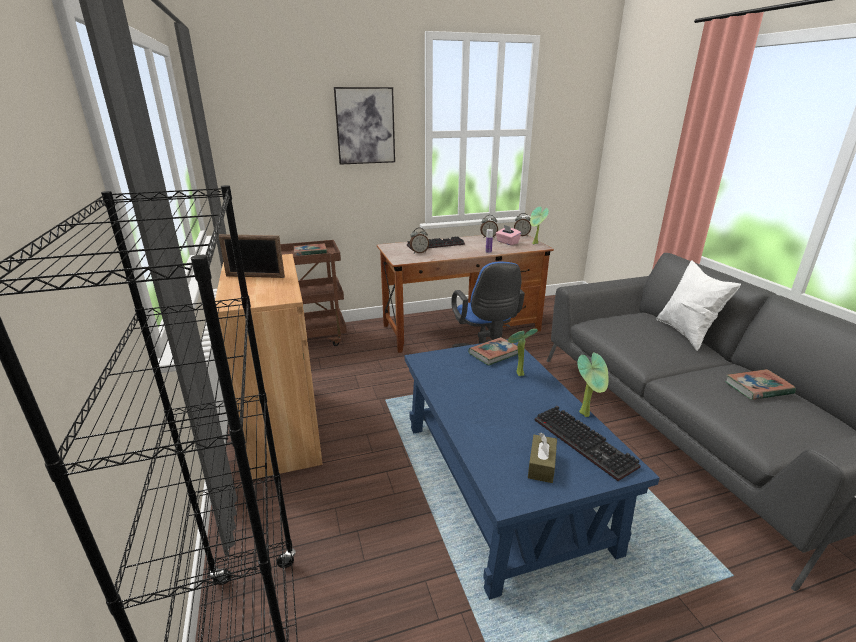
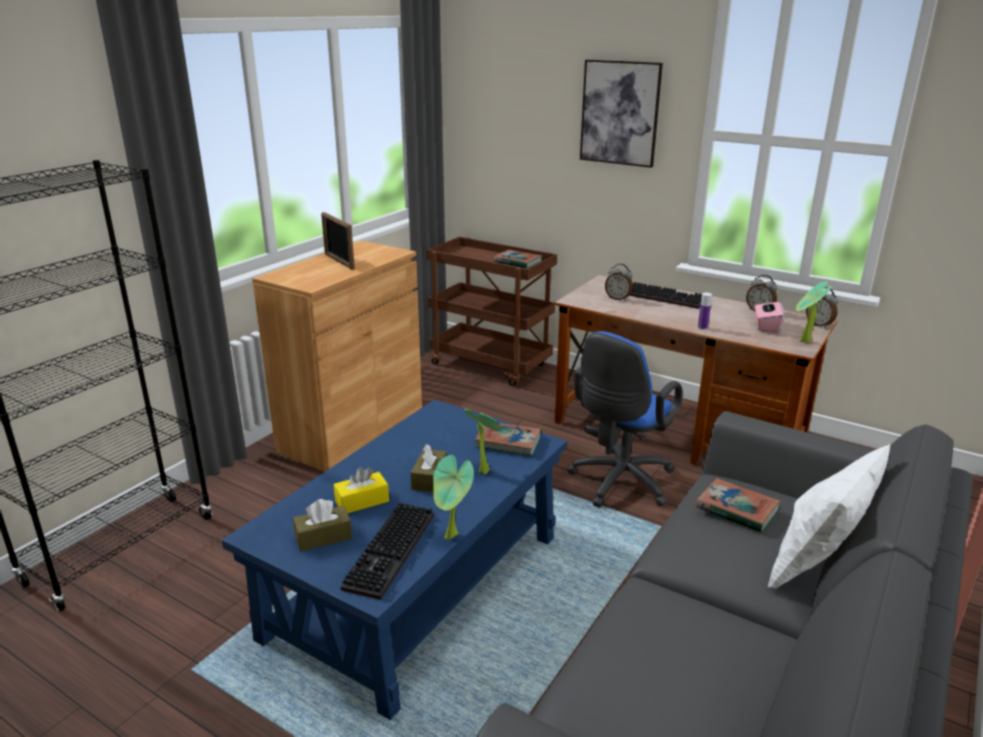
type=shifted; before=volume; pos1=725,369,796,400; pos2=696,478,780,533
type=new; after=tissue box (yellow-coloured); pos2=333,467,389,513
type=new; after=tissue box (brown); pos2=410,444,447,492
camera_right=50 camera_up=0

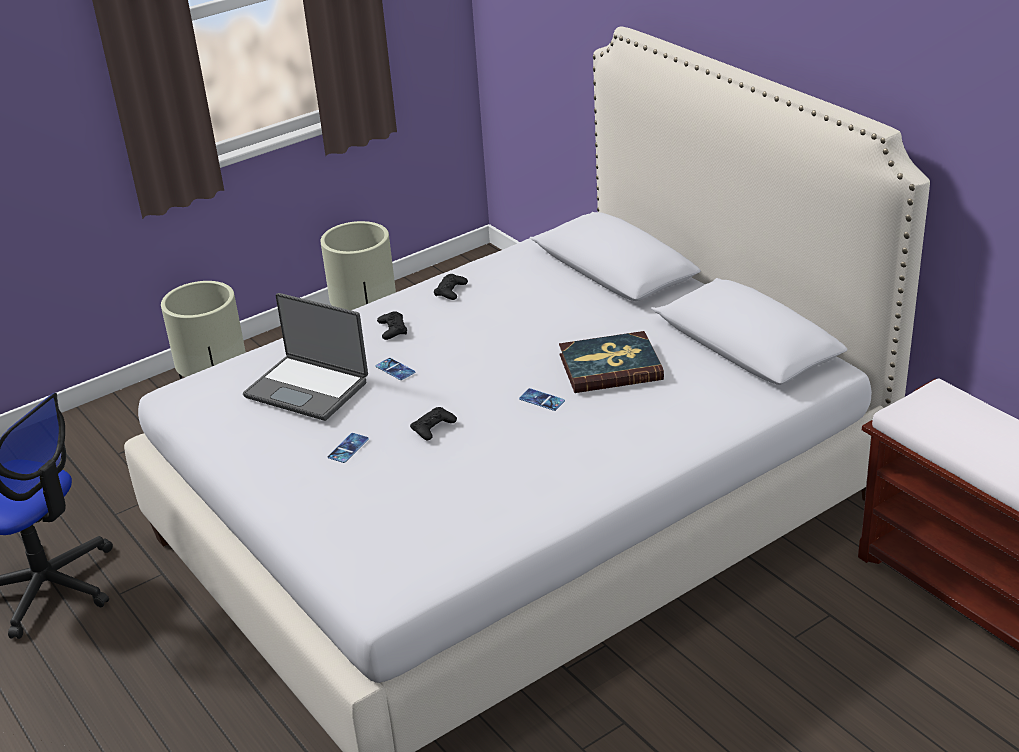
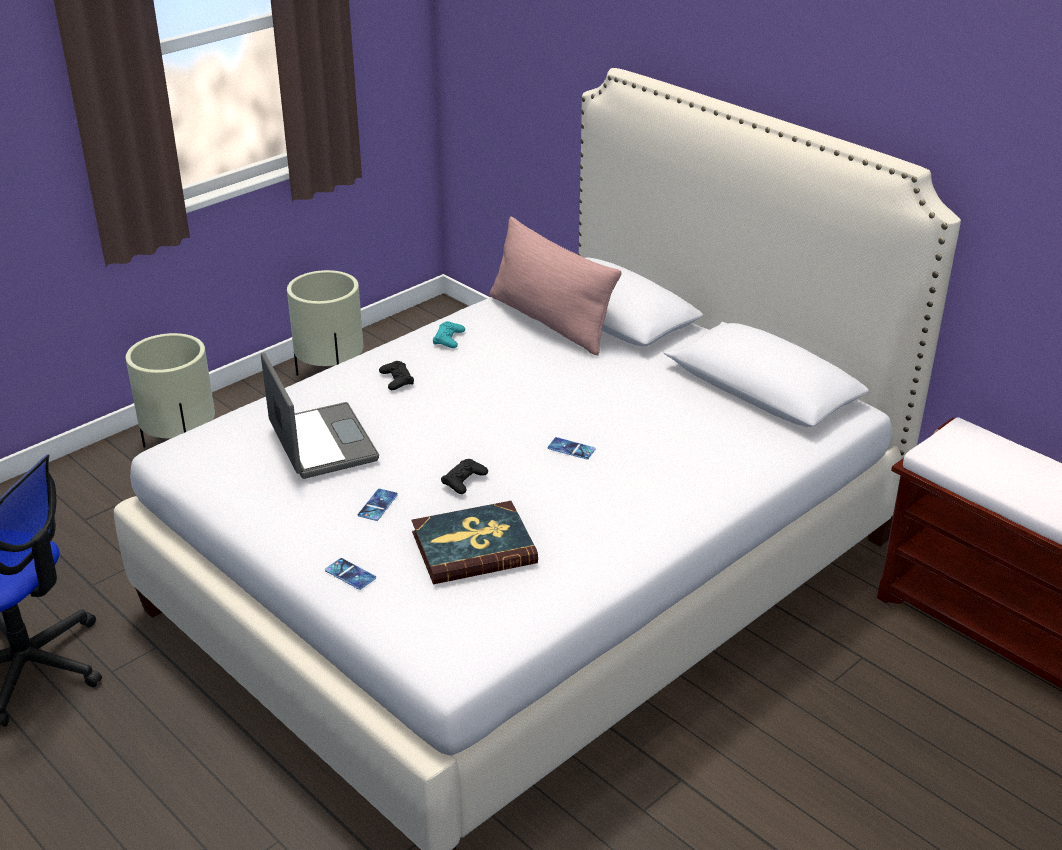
type=rotated; before=laptop; pos1=243,293,368,421; pos2=261,353,379,479; turn=-135
type=shifted; before=handset; pos1=376,358,415,380; pos2=325,558,376,590
type=repainted; before=joypad (black-coloured); after=joypad (turquoise-coloured); pos1=434,274,468,300; pos2=433,321,465,348
type=shifted; before=volume; pos1=559,331,664,393; pos2=412,501,538,584
type=new; after=cushion (pink); pos2=490,217,622,355
camera_right=-10 camera_up=0

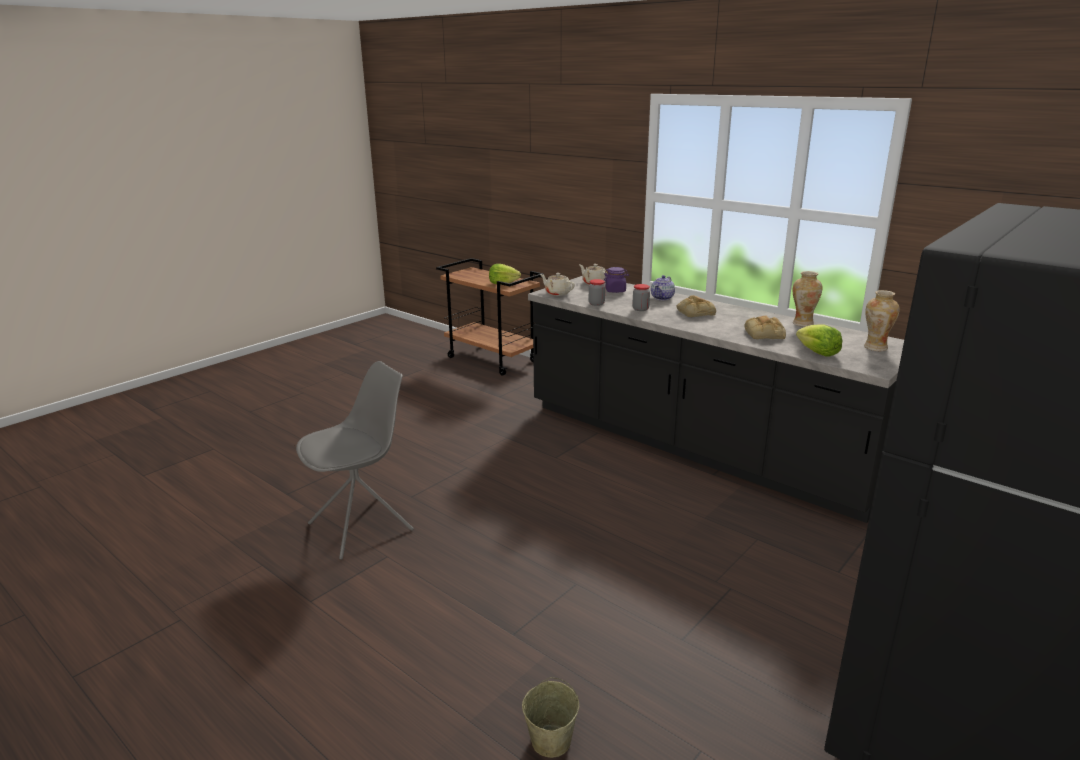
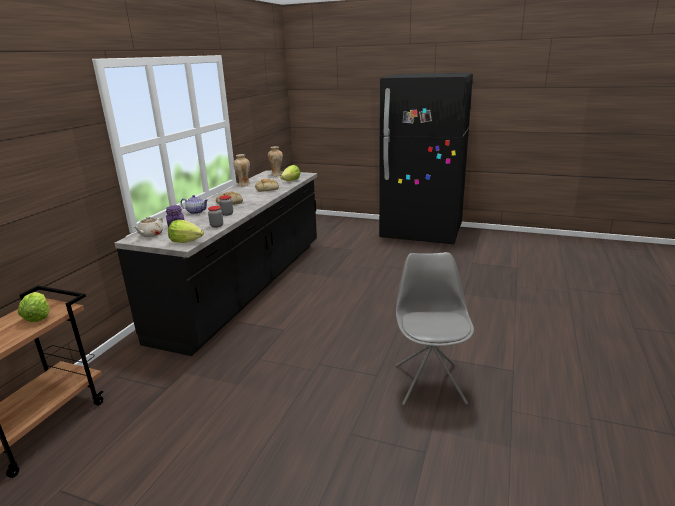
type=rotated; before=upright chair (grey); pos1=296,361,414,559; pos2=396,252,474,405; turn=60
type=gone; before=bucket (beige-coloured); pos1=522,677,579,758
type=swapped; before=teapot (beige-coloured); after=lettuce; pos1=540,273,575,296; pos2=168,220,204,243
camera_right=-110 camera_up=0

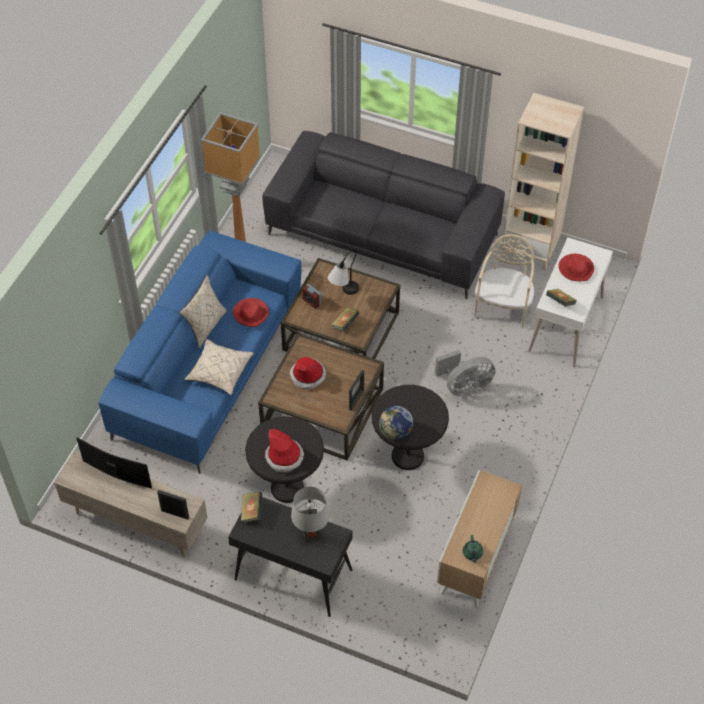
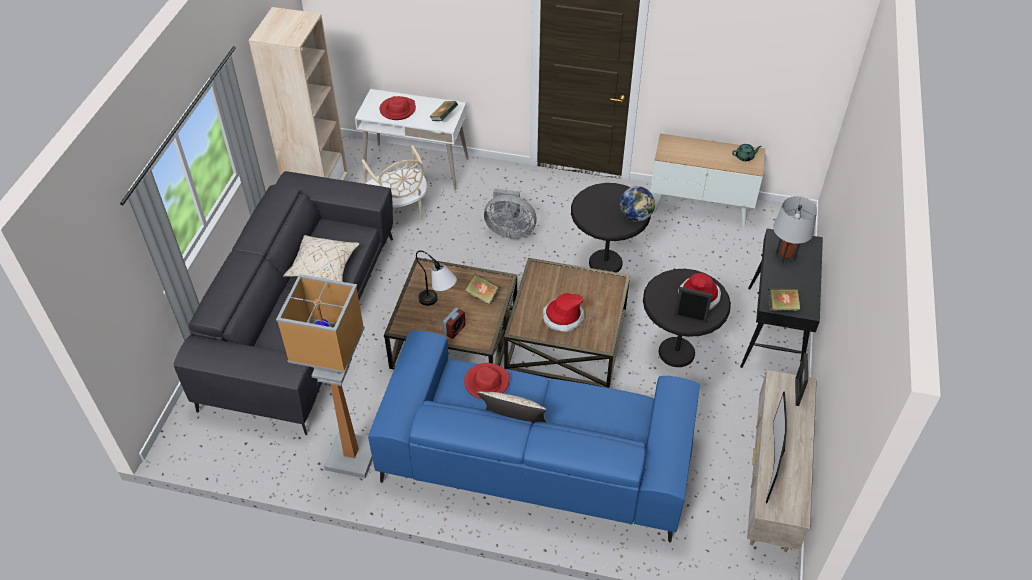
type=shifted; before=cushion (beige-coloured); pos1=184,339,254,395; pos2=283,235,360,282
type=shifted; before=photo frame; pos1=349,370,364,411; pos2=674,287,712,323
type=rotated; before=cooling fan (grey); pos1=435,350,495,397; pos2=484,188,537,239; turn=135
type=rotated; before=upright chair (beige-coloured); pos1=474,234,534,328; pos2=362,145,427,229; turn=-120
camera_right=-100 camera_up=-5

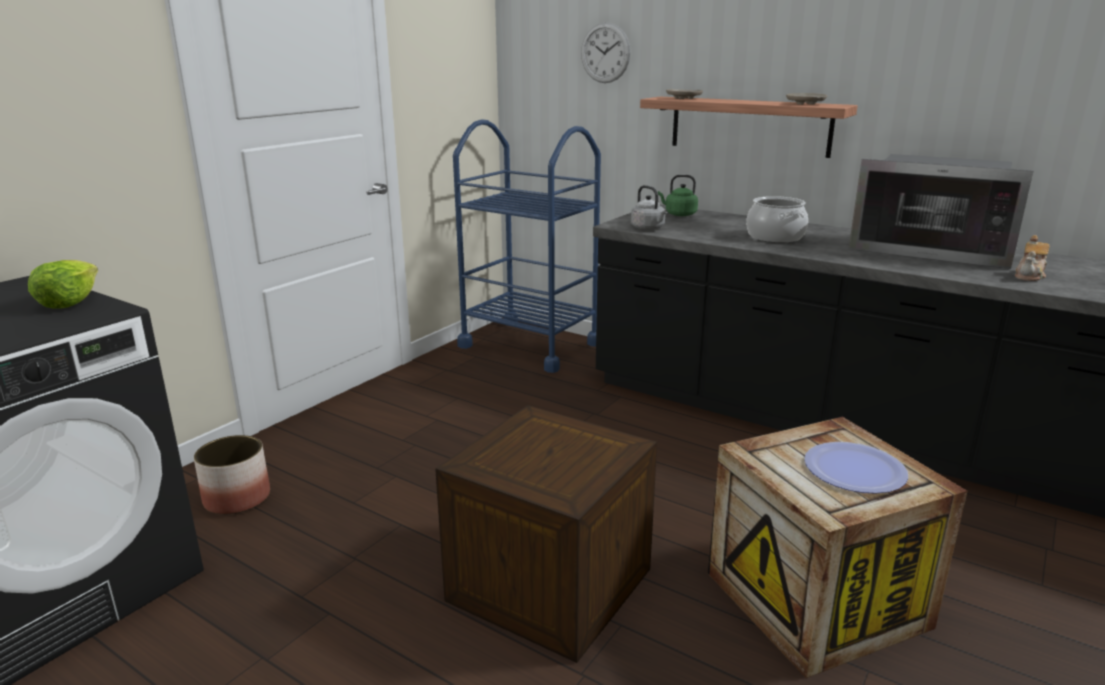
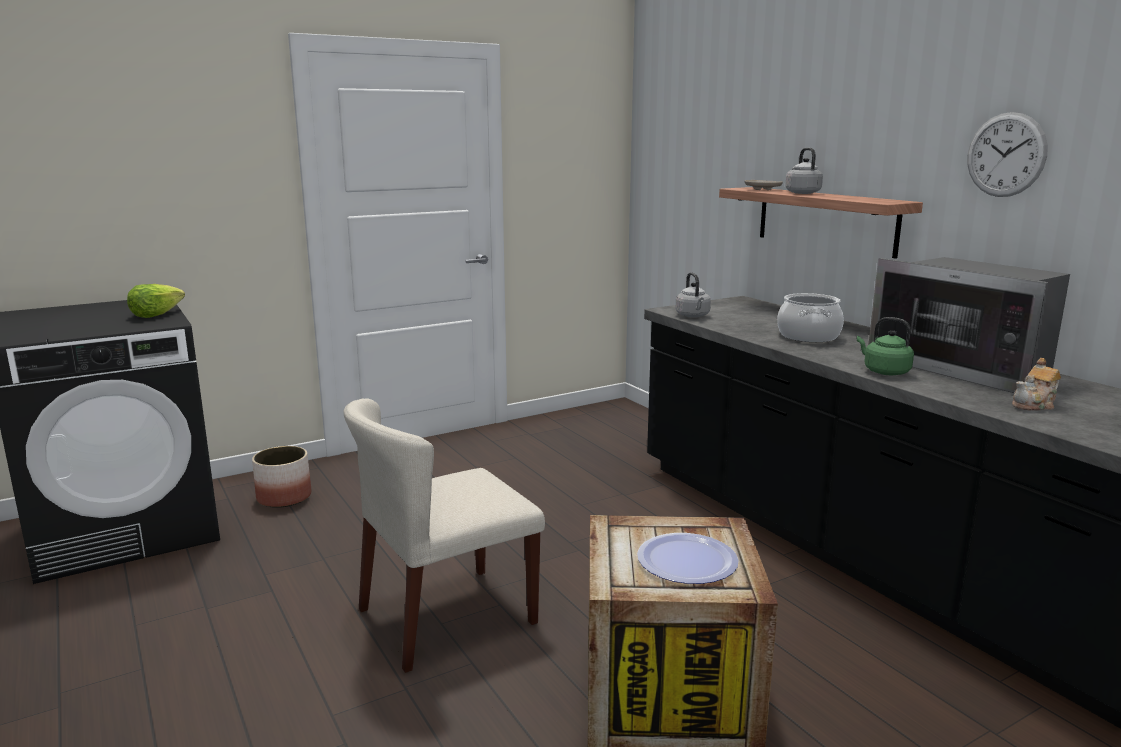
type=swapped; before=crate; after=upright chair (beige-coloured); pos1=435,405,657,663; pos2=343,398,545,673
type=gone; before=wheeled cart (blue-coloured); pos1=453,119,601,373
type=shifted; before=wall clock; pos1=581,22,631,83; pos2=967,112,1048,197
type=shifted; before=tea kettle (greenish); pos1=658,175,698,216; pos2=857,317,914,375
type=gone; before=plate (beige-coloured); pos1=786,93,827,105
type=new; after=tea kettle (grey); pos2=785,148,823,194
camera_right=25 camera_up=-5

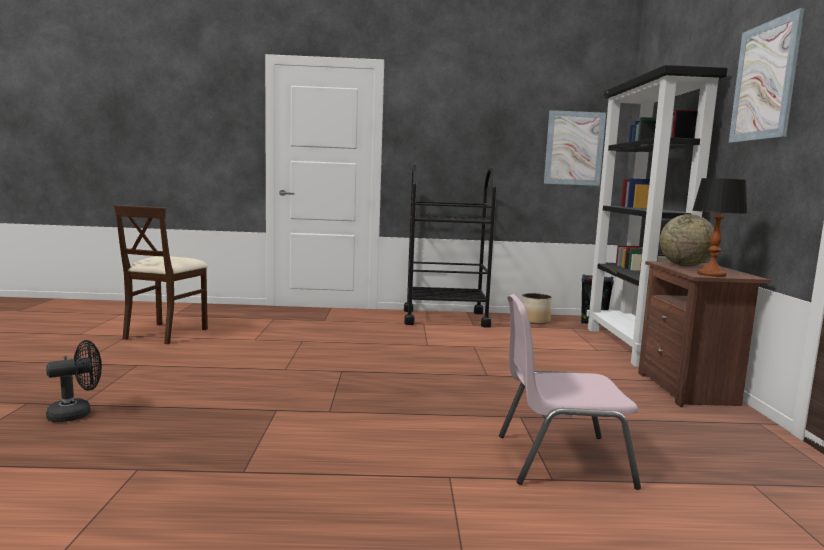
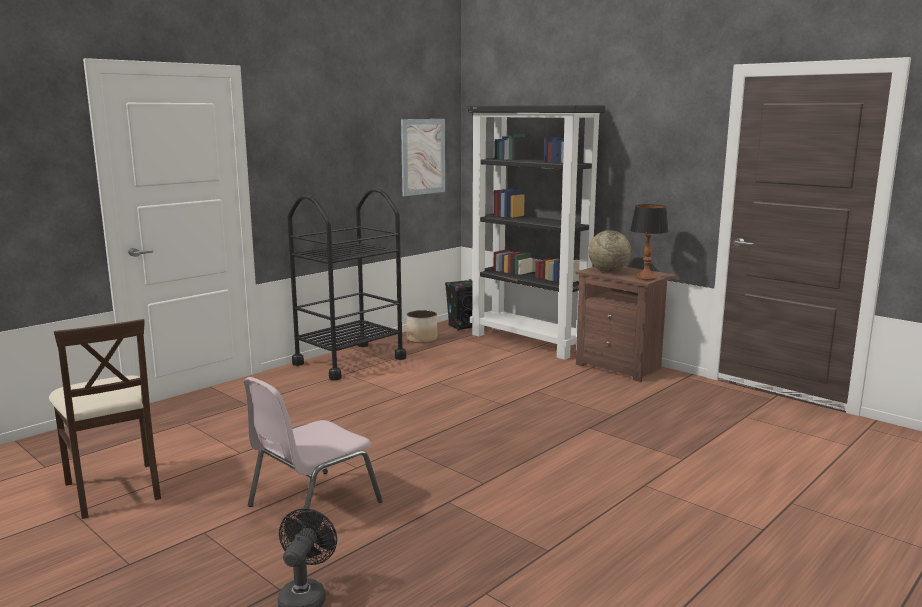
type=shifted; before=upright chair (pink); pos1=499,294,641,490; pos2=244,377,383,527
type=gone; before=picture; pos1=729,8,804,143
camera_right=-45 camera_up=5

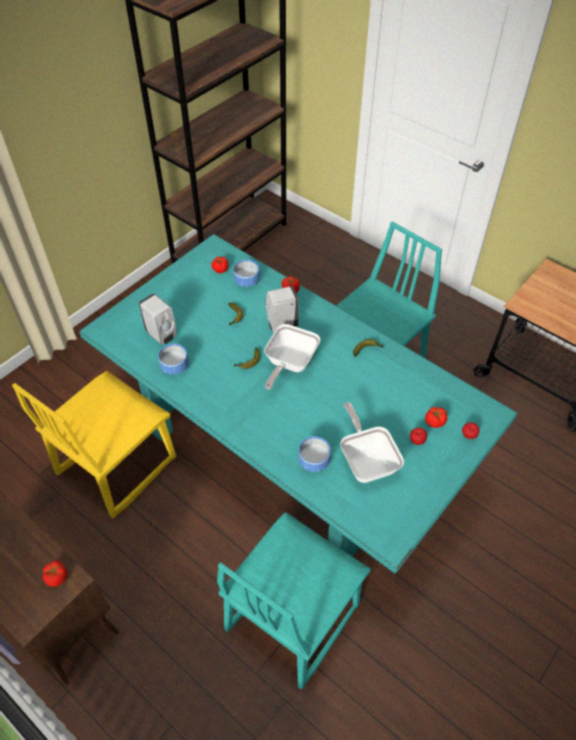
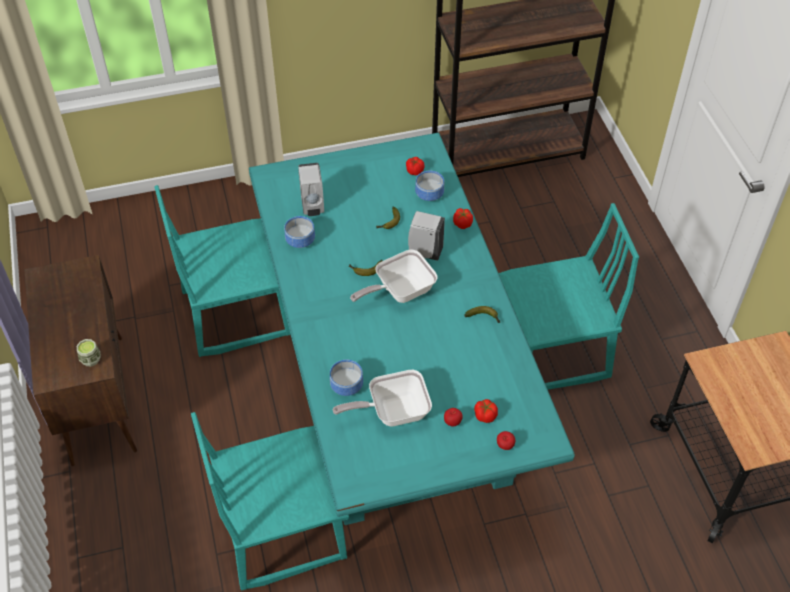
type=repainted; before=upright chair (yellow-coloured); after=upright chair (turquoise-coloured); pos1=12,371,176,518; pos2=154,185,291,357
type=swapped; before=whole tomato; after=drinking cup; pos1=42,561,67,587; pos2=77,339,101,367
type=rotated; before=skillet; pos1=340,402,404,483; pos2=333,370,432,427; turn=-120
camera_right=35 camera_up=0

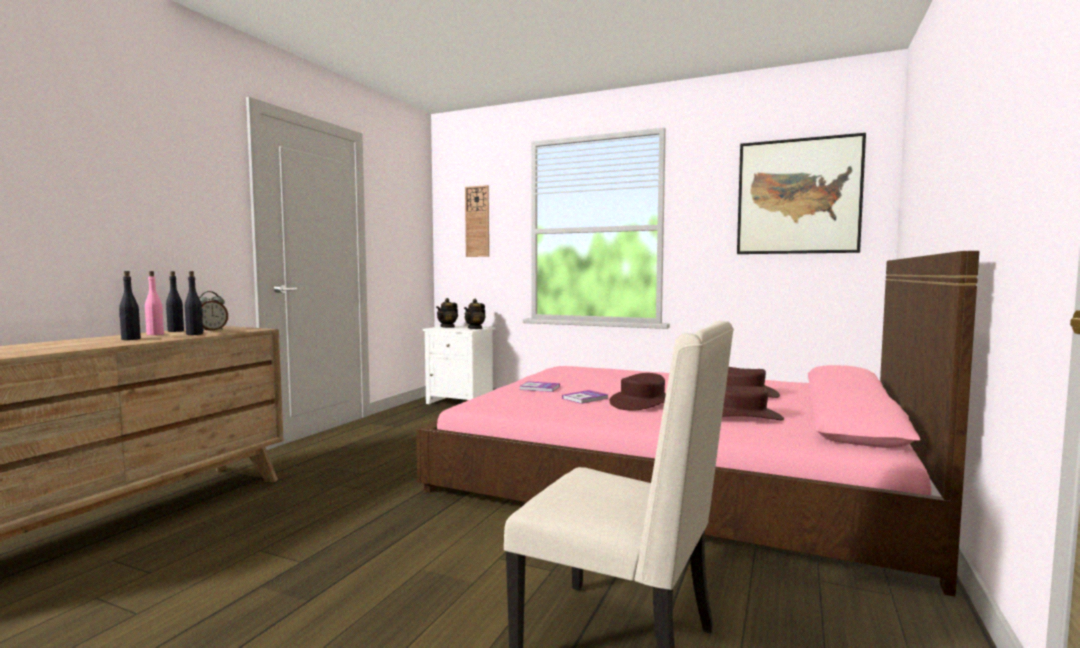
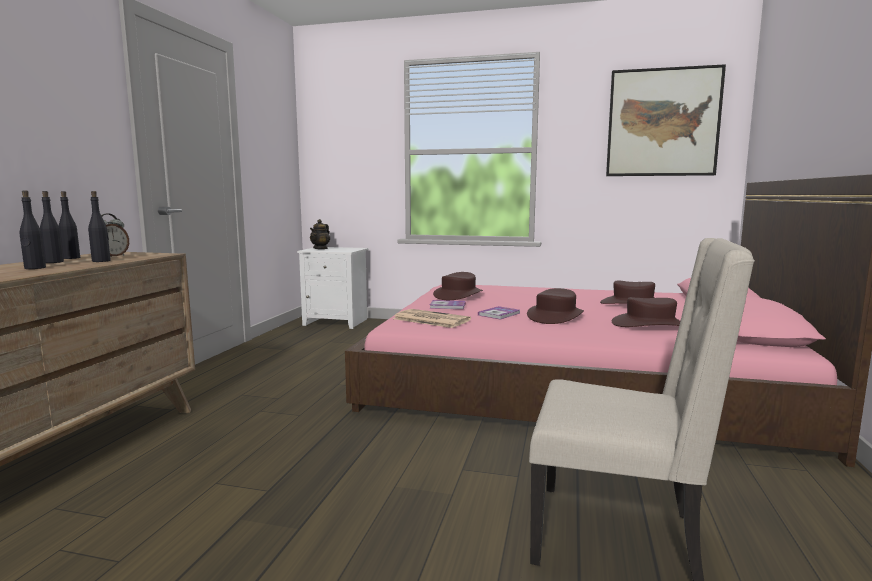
type=repainted; before=bottle (pink); after=bottle (black-coloured); pos1=145,271,164,335; pos2=40,191,64,263
type=gone; before=teapot; pos1=464,299,486,329
type=gone; before=wall clock; pos1=465,185,489,257
type=new; after=newspaper; pos2=393,309,471,328
type=new; after=hat (brown); pos2=433,272,483,300
camera_right=-10 camera_up=5

